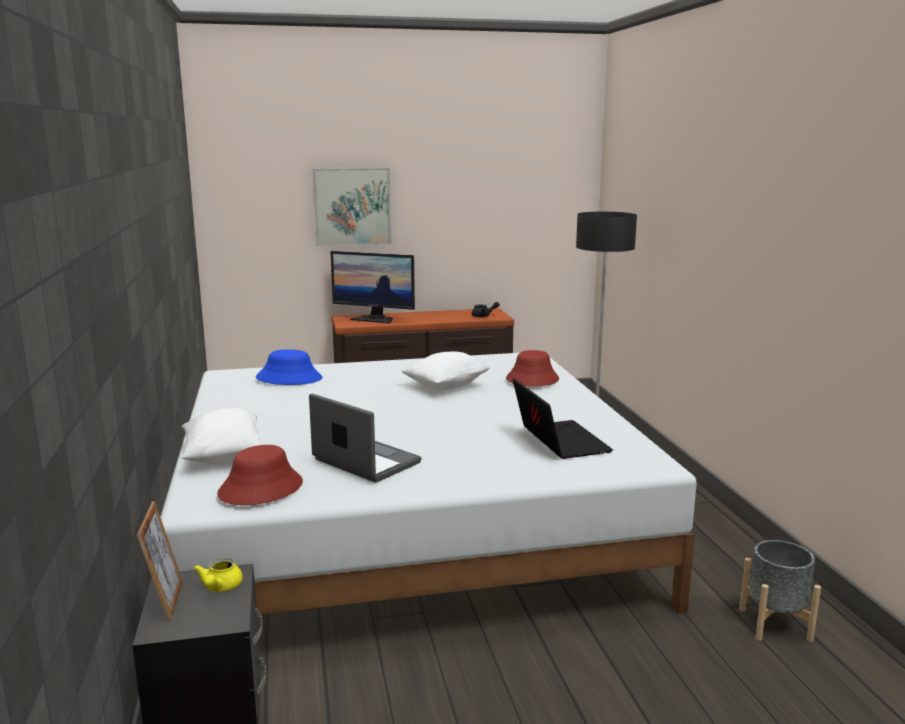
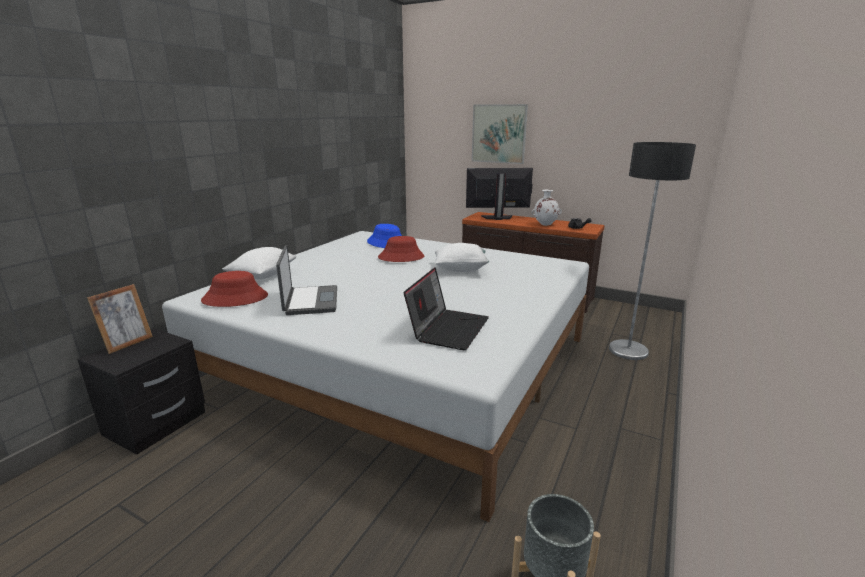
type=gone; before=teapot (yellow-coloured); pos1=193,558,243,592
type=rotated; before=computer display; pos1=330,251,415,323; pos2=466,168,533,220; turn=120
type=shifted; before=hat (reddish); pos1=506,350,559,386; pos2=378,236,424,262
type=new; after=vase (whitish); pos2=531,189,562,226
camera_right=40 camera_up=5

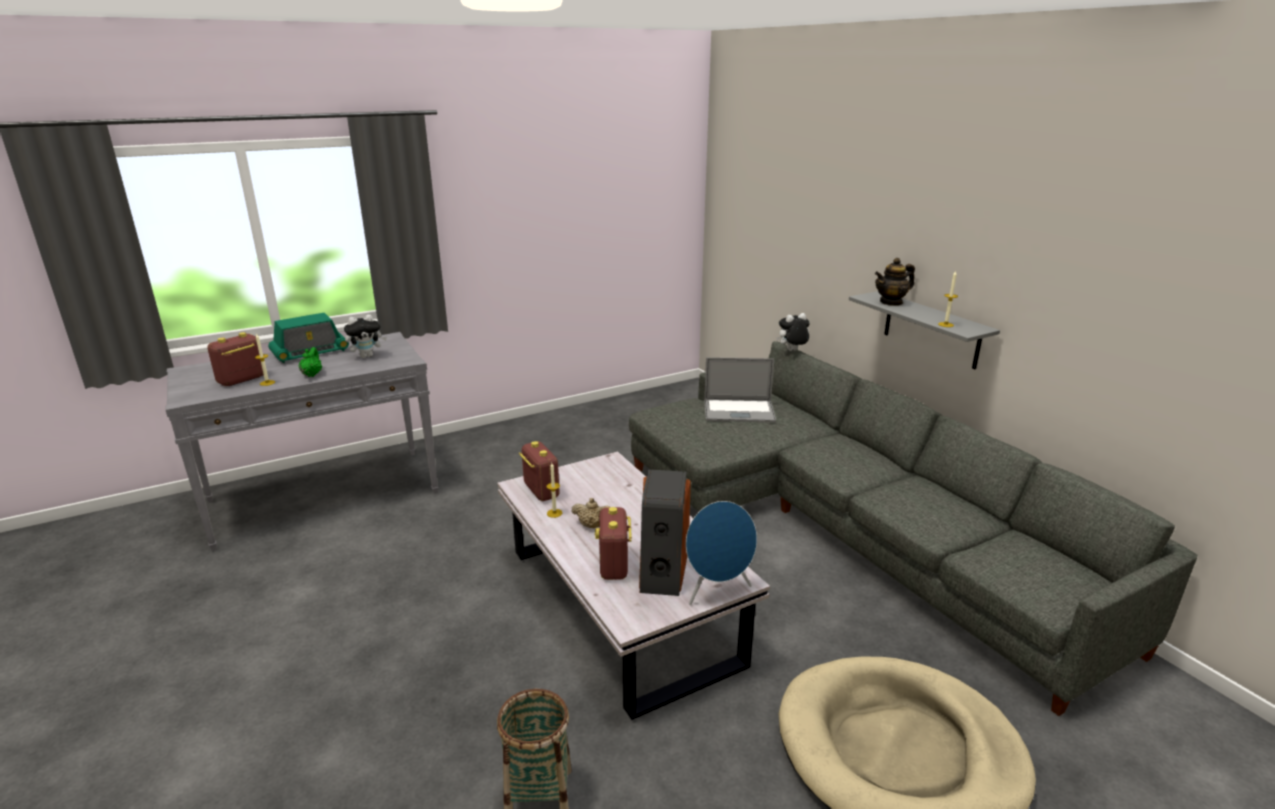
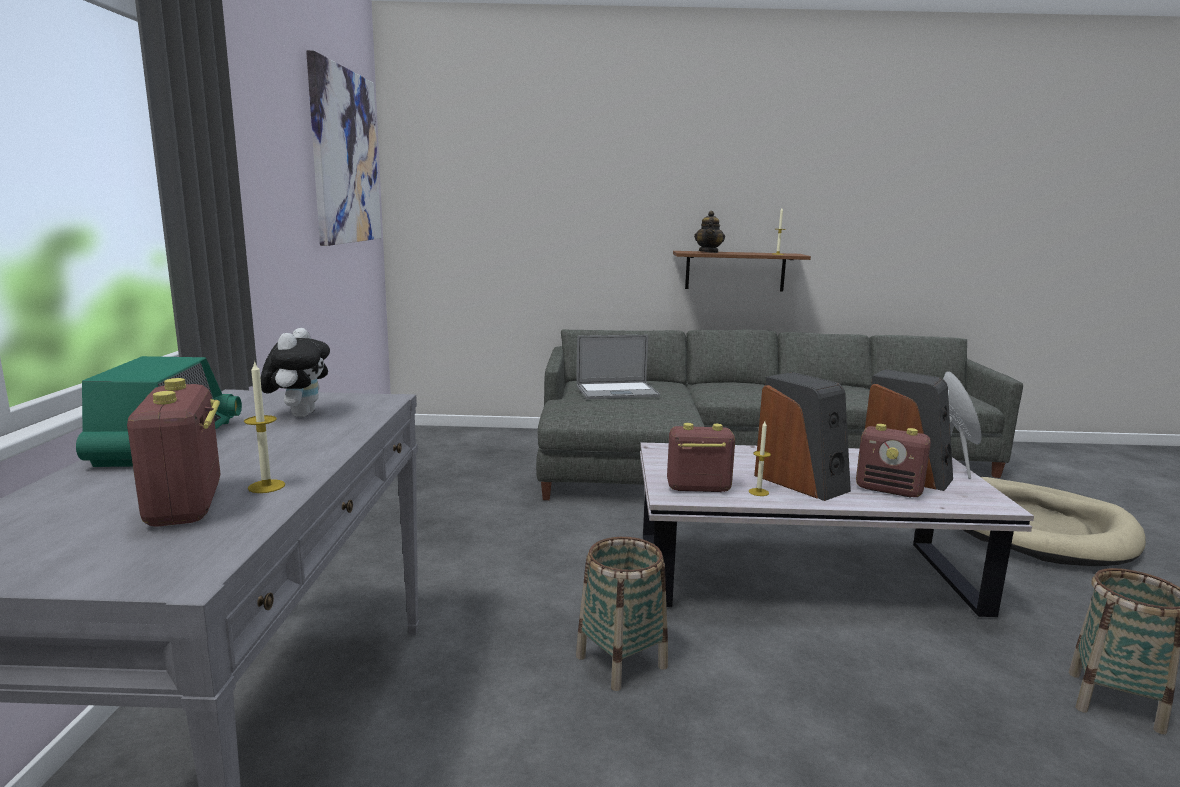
type=gone; before=teapot (greenish); pos1=298,347,322,377
type=swapped; before=teapot (beige-coloured); after=loudspeaker; pos1=572,498,610,528; pos2=754,372,851,501
type=rotated; before=laptop; pos1=704,357,776,422; pos2=576,335,660,399; turn=45
type=gone; before=cuddly toy; pos1=776,313,809,351
type=repainted; before=bracket shelf (grey); after=bracket shelf (brown); pos1=849,291,1000,369; pos2=673,251,811,291
type=new; after=picture; pos2=306,50,381,246
type=new; after=household basket; pos2=576,537,668,691
camera_right=-60 camera_up=-10

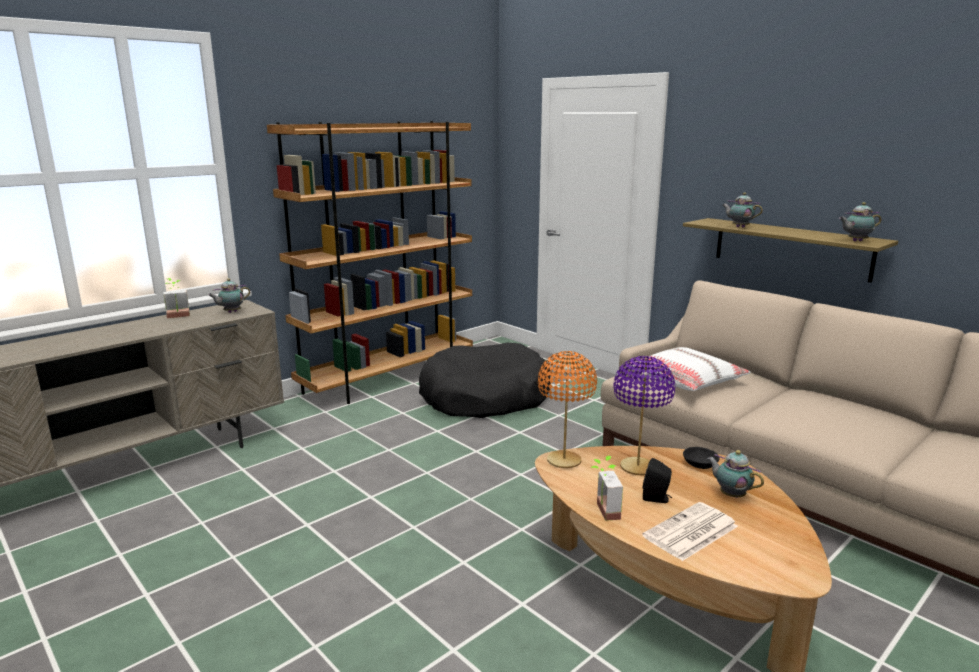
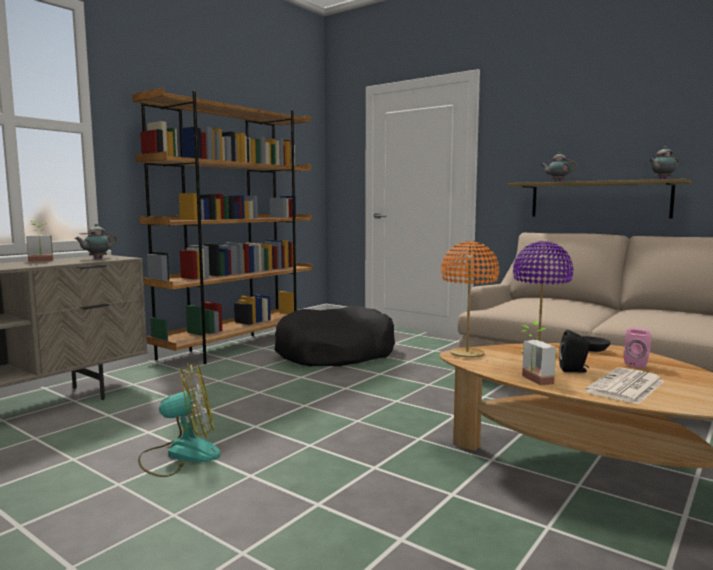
type=gone; before=cushion (whitish); pos1=630,347,751,391
type=swapped; before=teapot; after=loudspeaker (pink); pos1=707,450,764,498; pos2=624,327,651,368
type=new; after=cooling fan; pos2=138,363,221,477
camera_right=-10 camera_up=-10

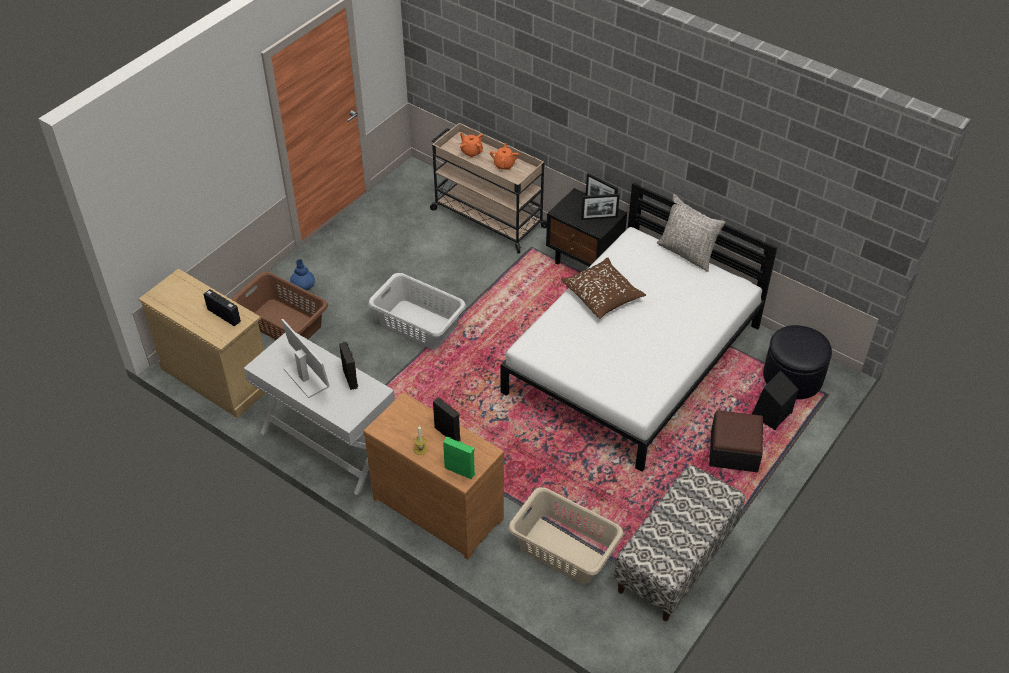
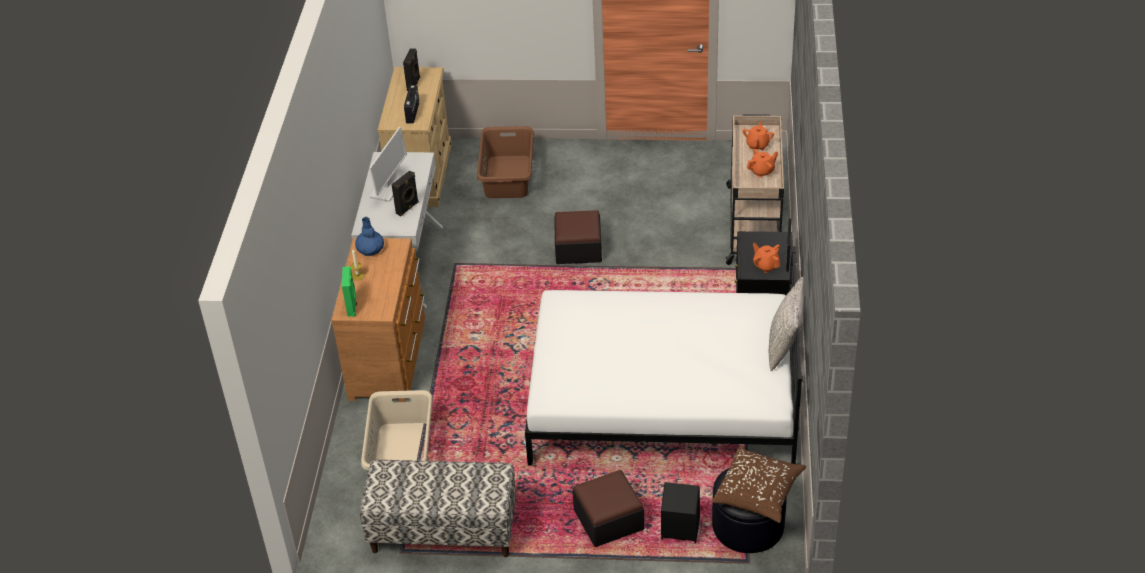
type=shifted; before=vase (blue-coloured); pos1=290,259,315,291; pos2=355,217,384,256
type=swapped; before=washing basket (grey); after=pouffe; pos1=368,273,466,349; pos2=554,210,602,264
type=shifted; before=loudspeaker (black-coloured); pos1=433,397,461,442; pos2=403,48,420,91
type=shifted; before=cushion (brown); pos1=561,257,646,319; pos2=712,446,806,523
type=swapped; before=photo frame; after=teapot (orange-coloured); pos1=581,194,620,220; pos2=753,243,780,273
camera_right=60 camera_up=-5

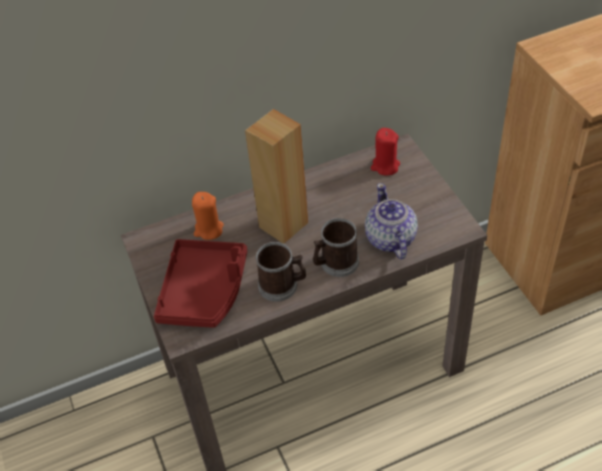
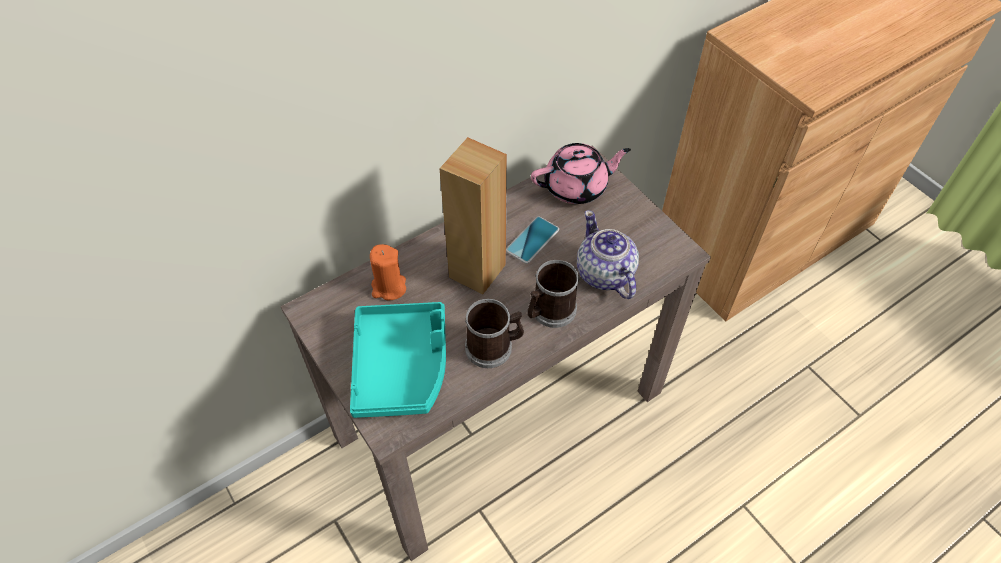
type=repainted; before=tray (reddish); after=tray (turquoise-coloured); pos1=154,239,247,328; pos2=350,302,446,418
type=swapped; before=wax light (reddish); after=teapot (pink); pos1=371,128,400,176; pos2=531,143,631,204
type=new; after=handset; pos2=506,216,559,264
camera_right=-15 camera_up=5

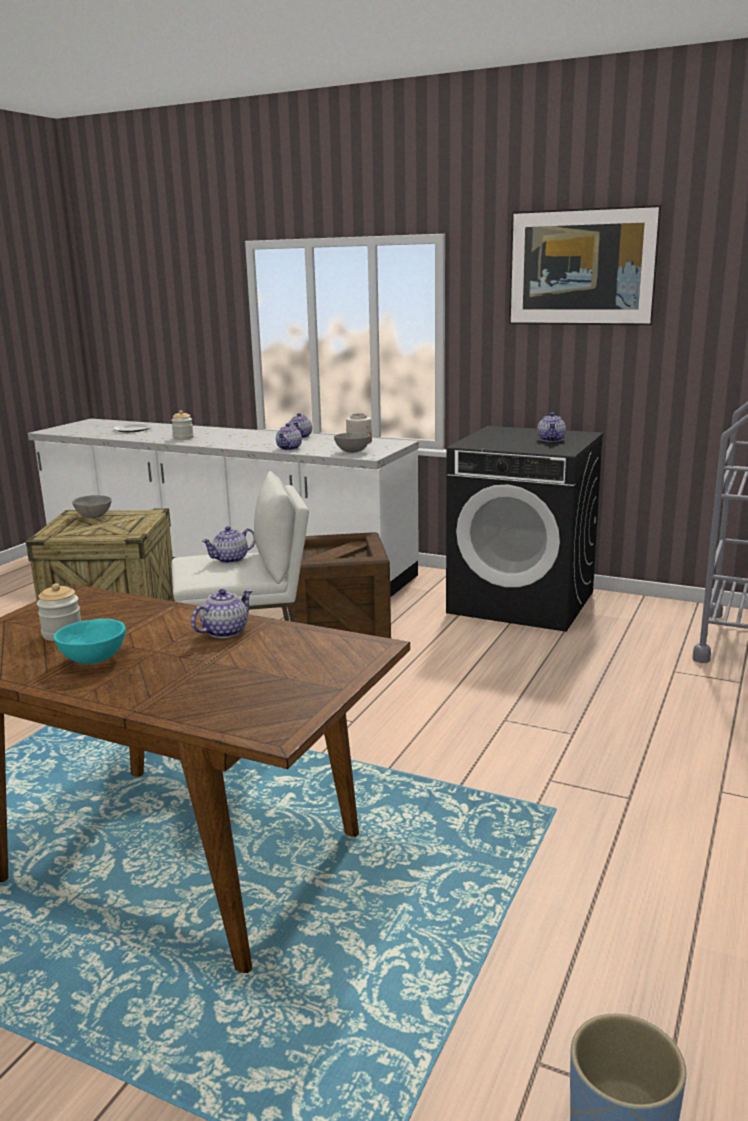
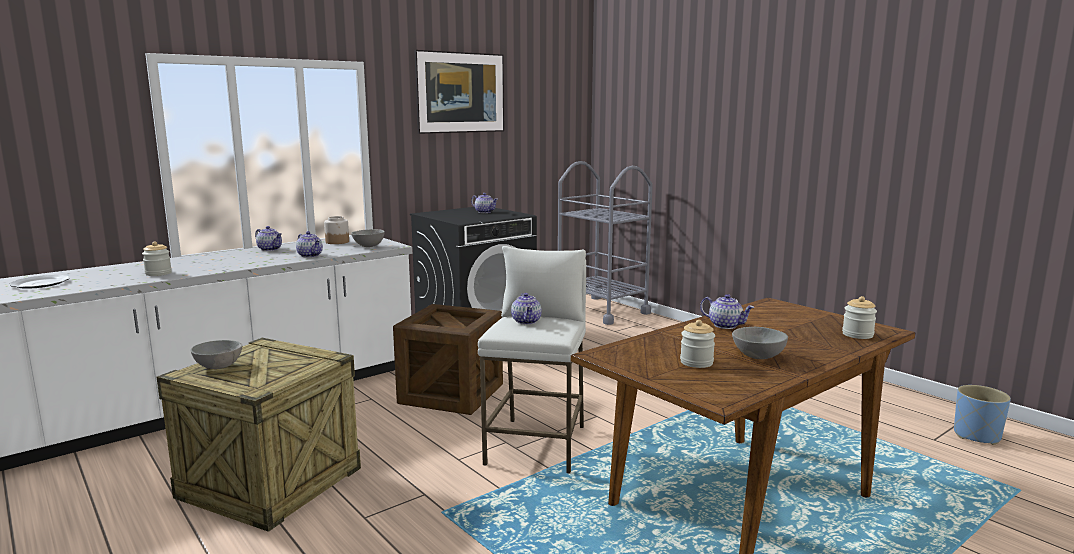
type=repainted; before=deep dish (turquoise-coloured); after=deep dish (grey); pos1=54,619,126,664; pos2=732,327,788,359
type=rotated; before=teapot; pos1=191,589,253,638; pos2=700,294,754,329; turn=150
type=new; after=storage jar; pos2=842,296,877,339
camera_right=-65 camera_up=-5

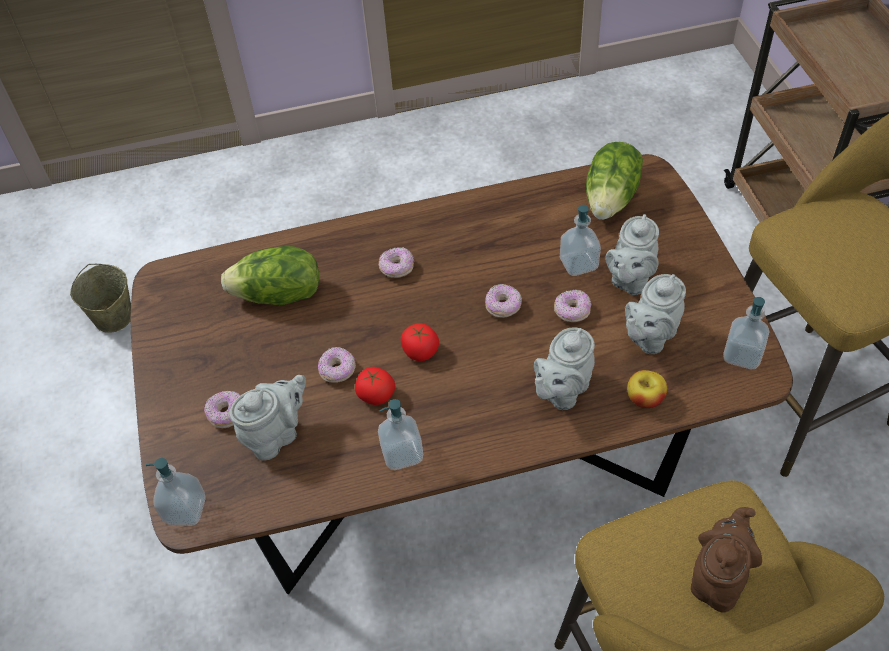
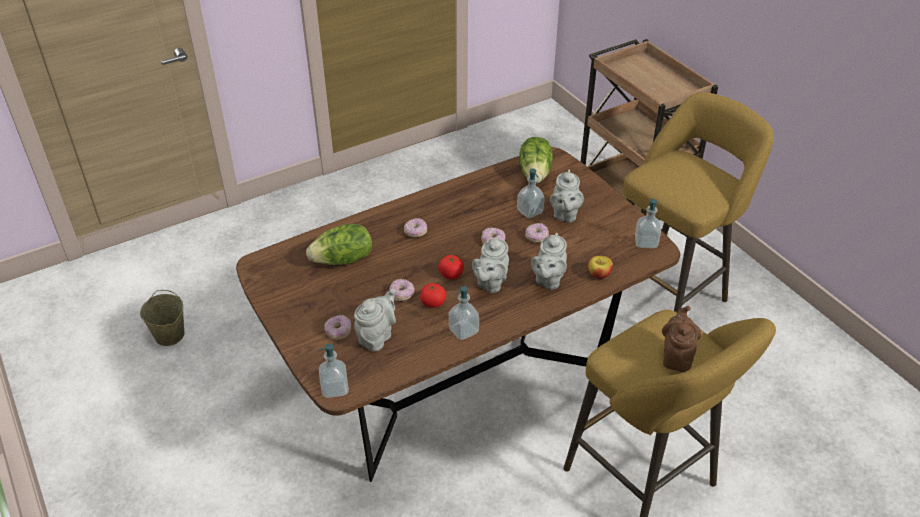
type=shifted; before=teapot (grey); pos1=625,274,686,354; pos2=472,236,509,293
camera_right=-20 camera_up=-10

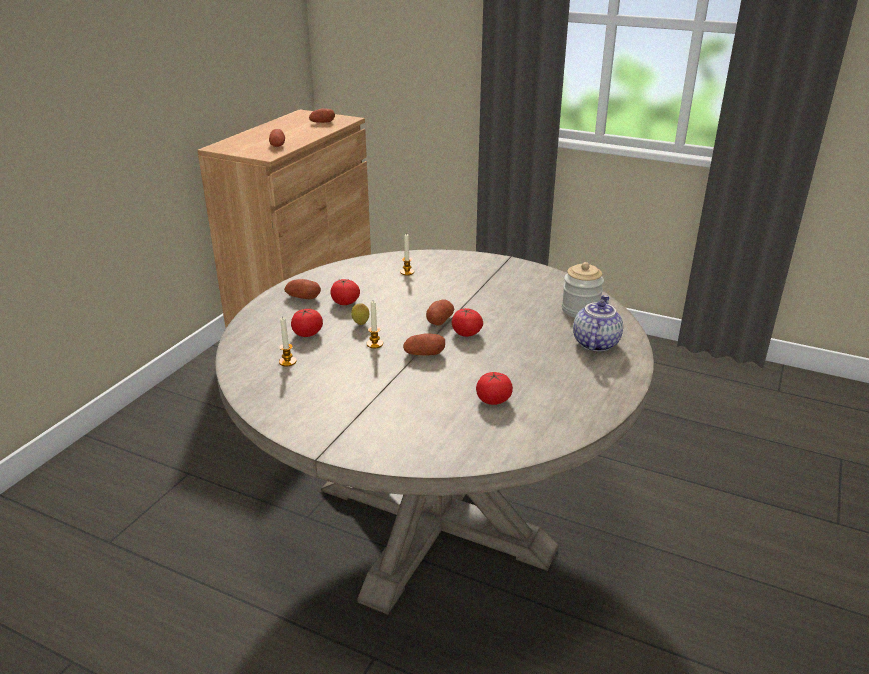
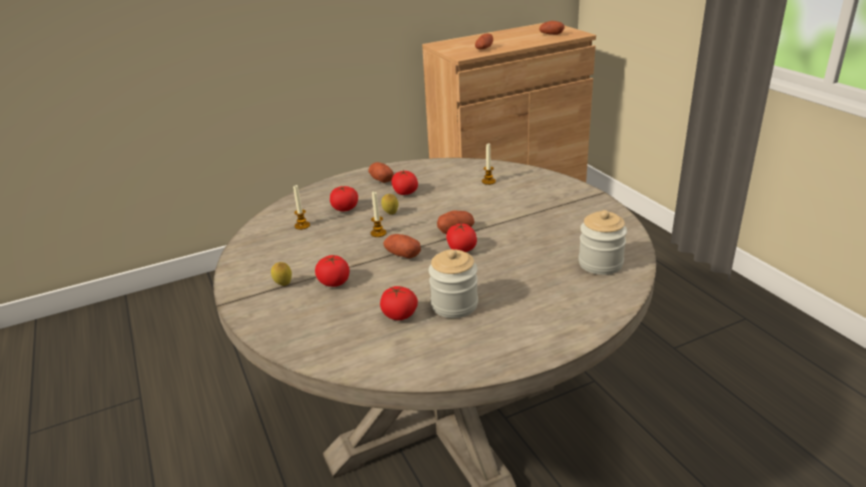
type=gone; before=teapot; pos1=573,295,623,352
type=new; after=lemon; pos2=271,262,292,286
type=new; after=whole tomato; pos2=315,255,349,287
type=new; after=storage jar; pos2=429,249,478,318
camera_right=40 camera_up=0

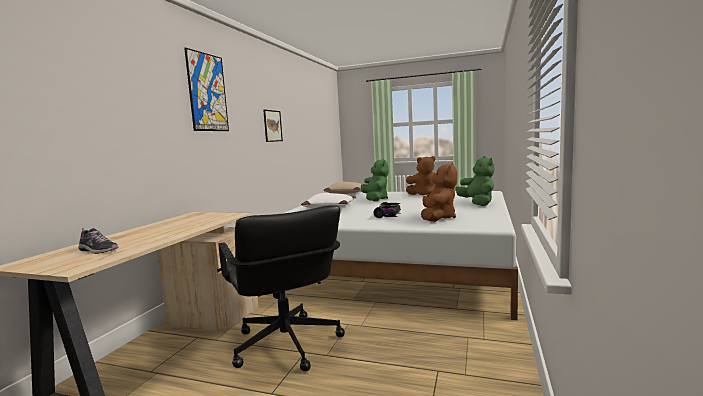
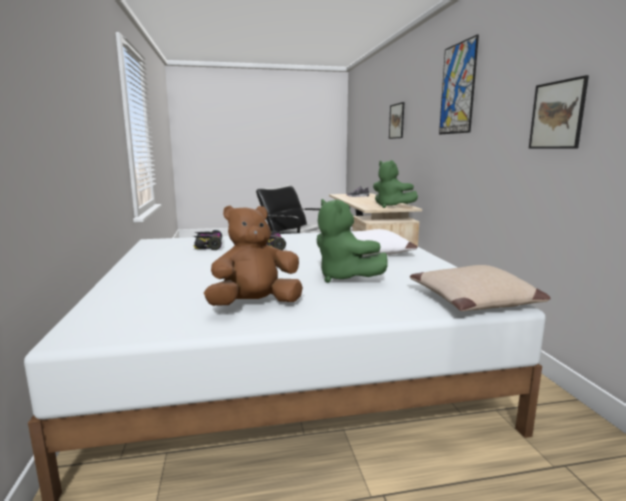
type=swapped; before=cuddly toy (brown); after=toy car; pos1=421,163,457,222; pos2=193,230,222,250
type=shifted; before=cuddly toy (greenish); pos1=455,156,495,206; pos2=373,160,418,208
type=new; after=picture; pos2=389,102,404,139
camera_right=150 camera_up=5

